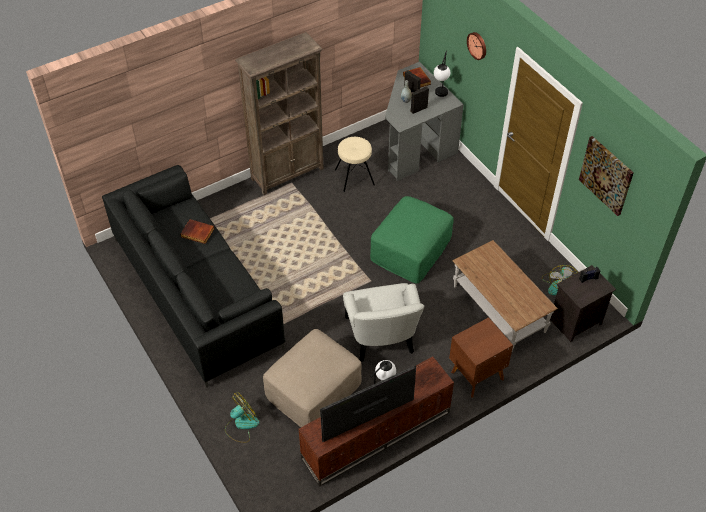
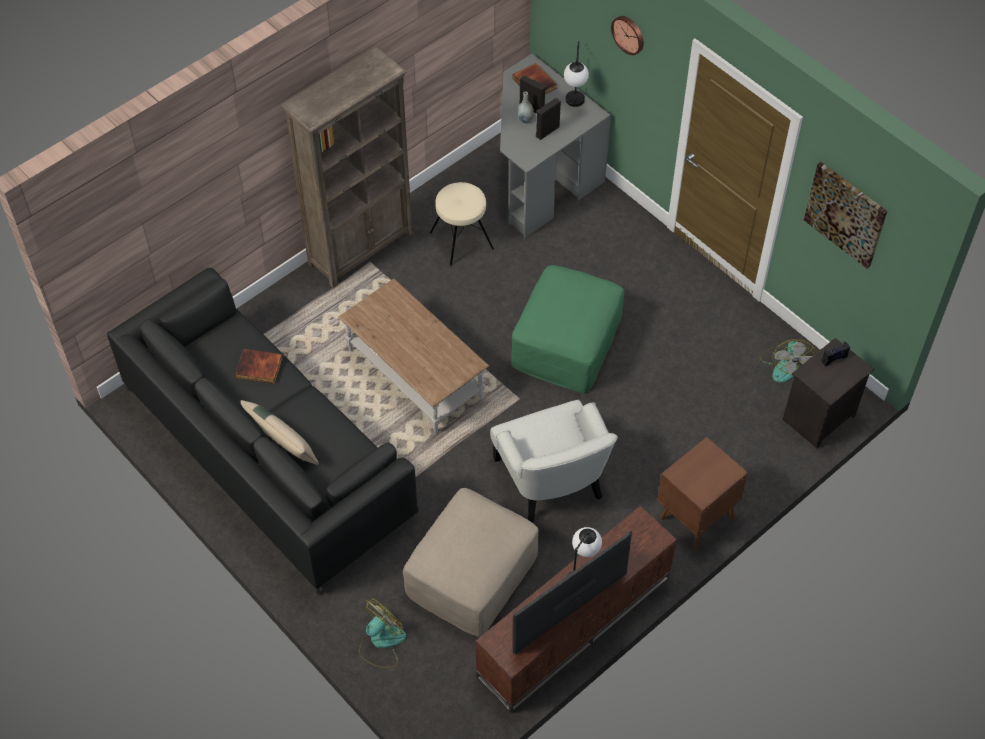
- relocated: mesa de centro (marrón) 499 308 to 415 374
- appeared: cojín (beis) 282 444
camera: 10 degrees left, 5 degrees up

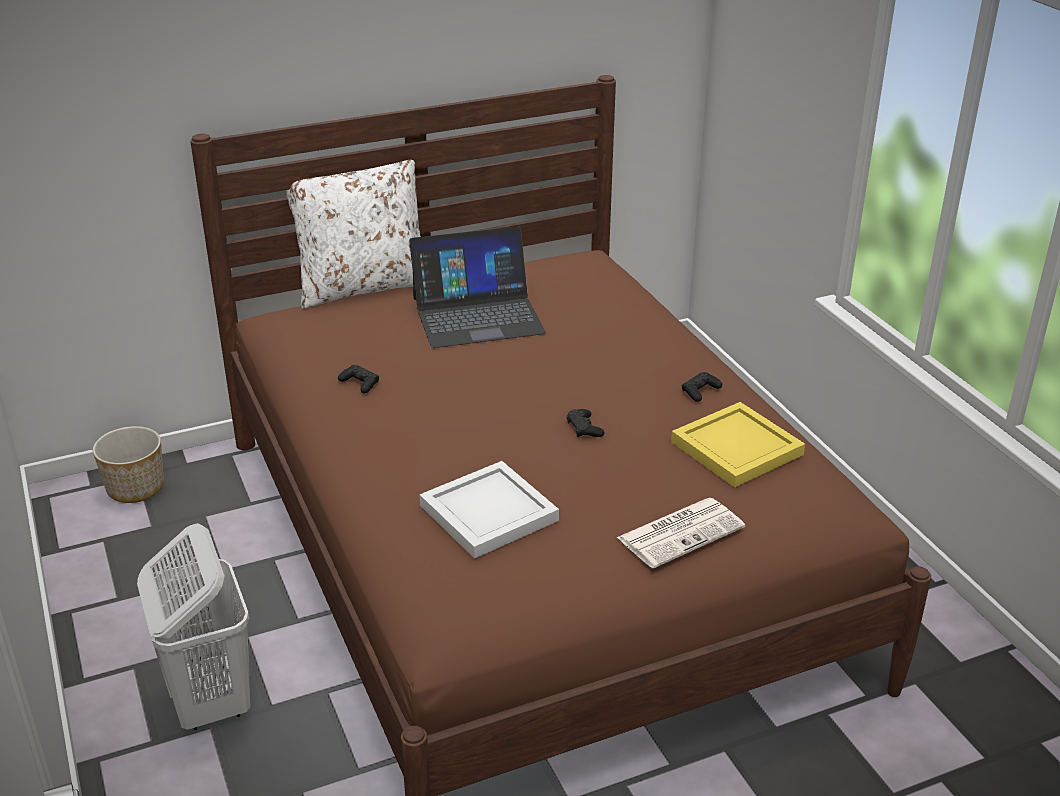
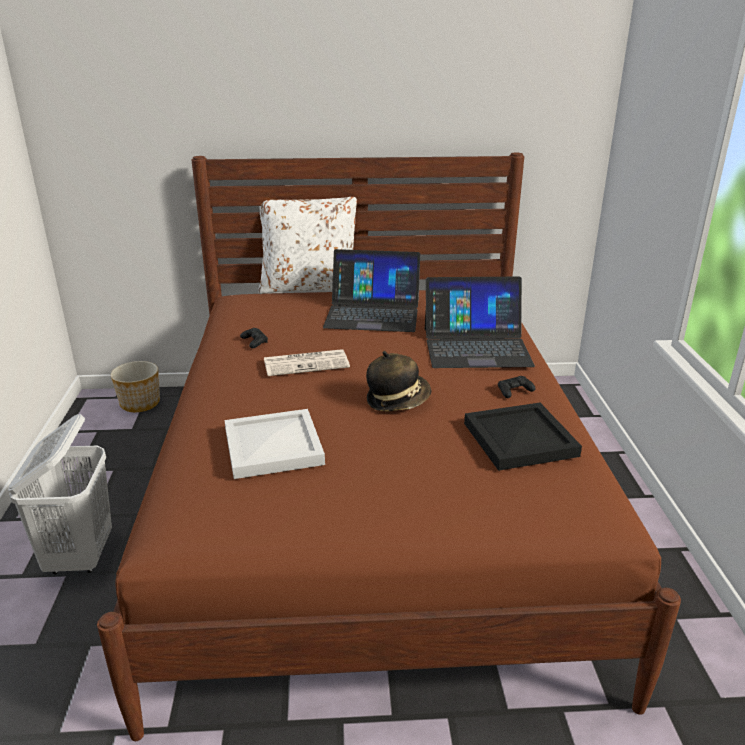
- exchanged: mando de consola (negro) 584 428 to sombrero 397 400
- relocated: periódico 681 532 to 307 363
- colour: bandeja (amarillo) 736 449 to bandeja (negro) 519 440
- appeared: portátil 476 346
camera: 20 degrees right, 5 degrees down

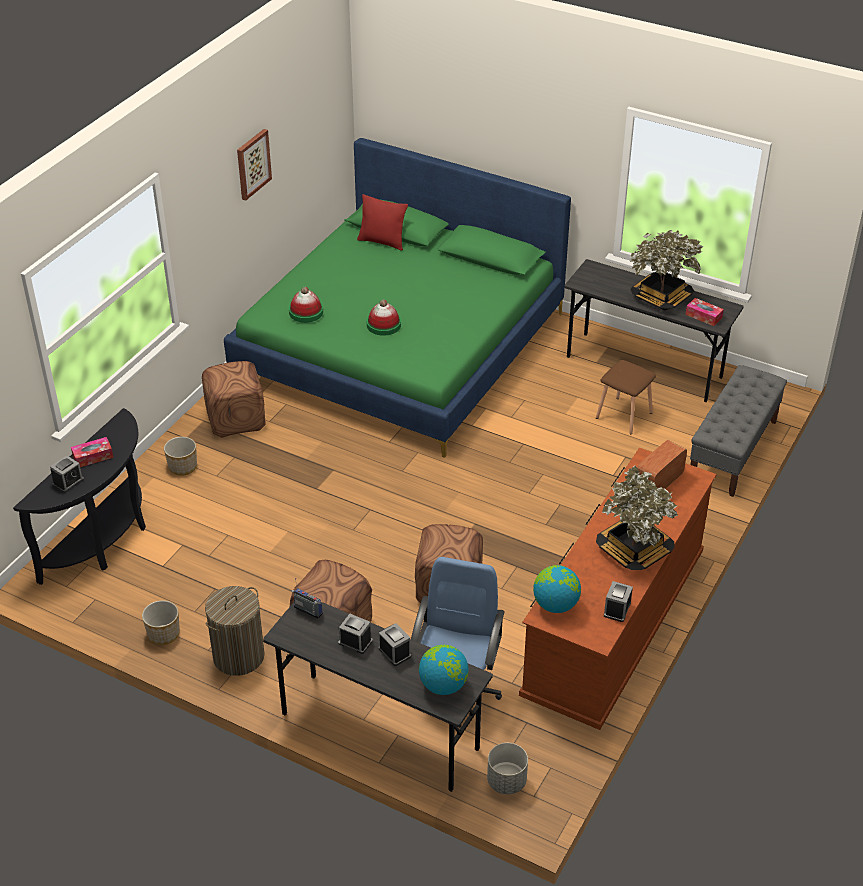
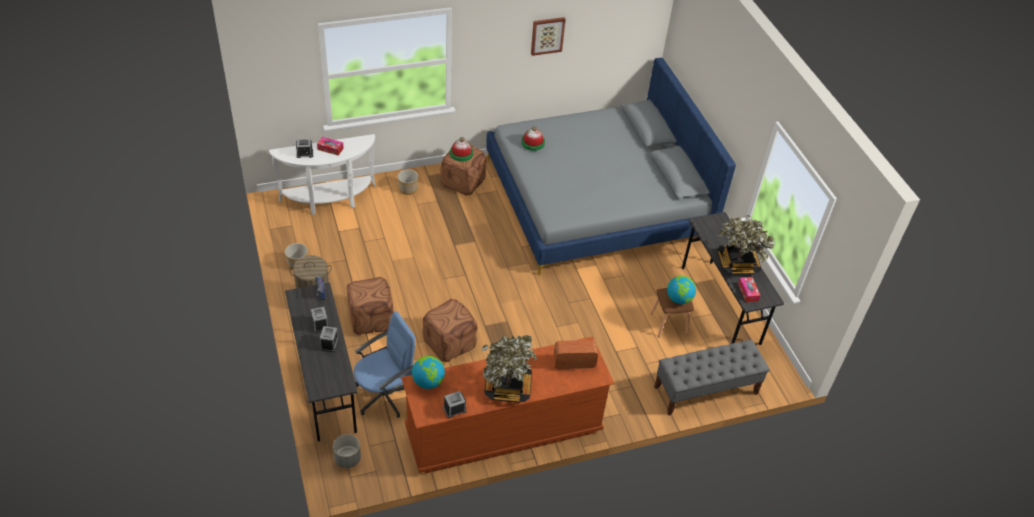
- colour: mesa consola (negro) 104 541 to mesa consola (blanco) 329 200
- colour: cama (verde) 401 346 to cama (gris) 596 199
- missing: cojín (rojo) 382 242
- relocated: sombrero 383 325 to 461 153
- relocated: globo terráqueo 443 685 to 679 299
camera: 40 degrees right, 5 degrees up

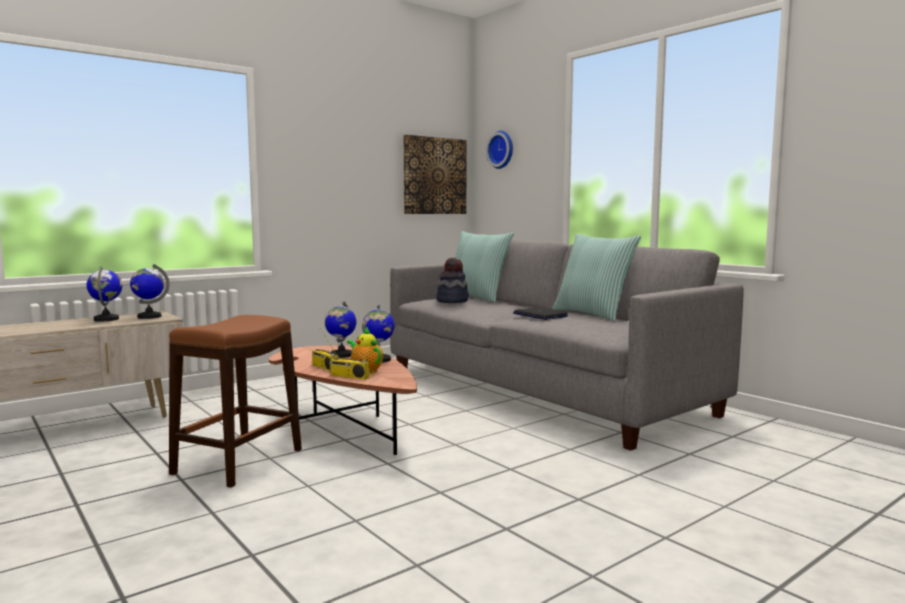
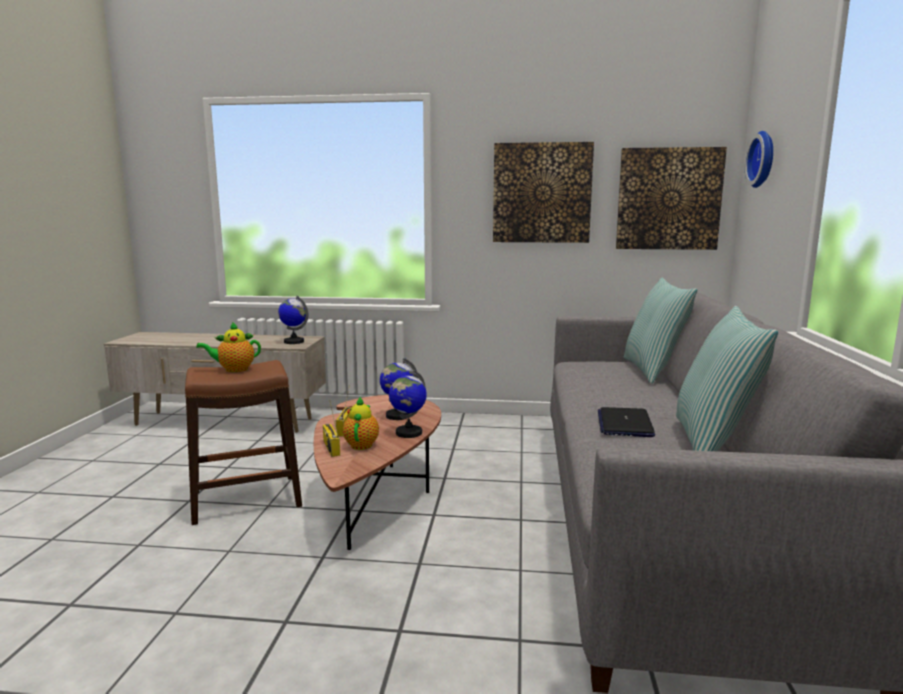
- missing: globo terráqueo 106 319
- missing: sombrero 452 301
- appeared: tetera 234 370
- appeared: cuadro 541 193
camera: 45 degrees right, 5 degrees up

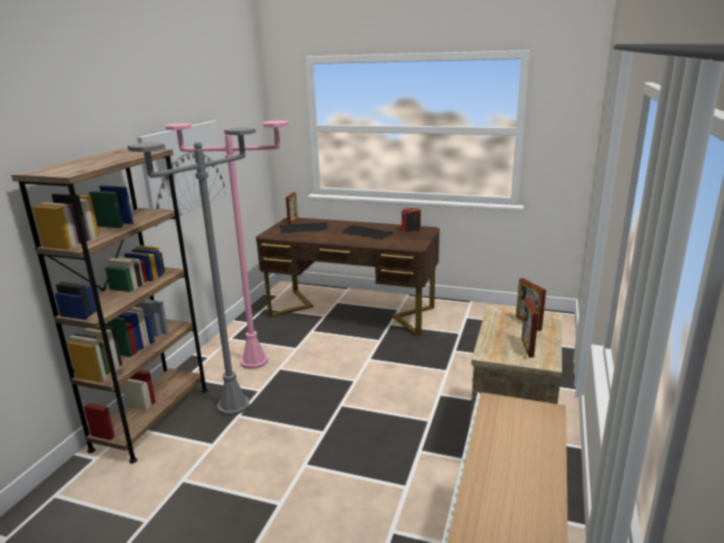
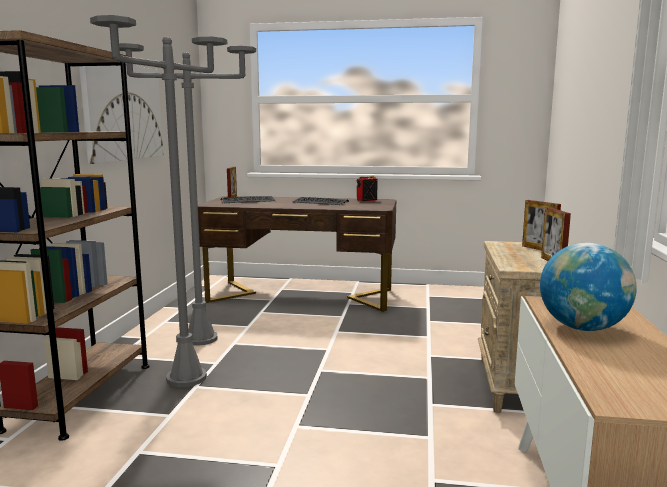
- colour: lámpara de pie (rosa) 254 361 to lámpara de pie (gris) 200 339
- appeared: globo terráqueo 582 328
camera: 10 degrees left, 10 degrees down

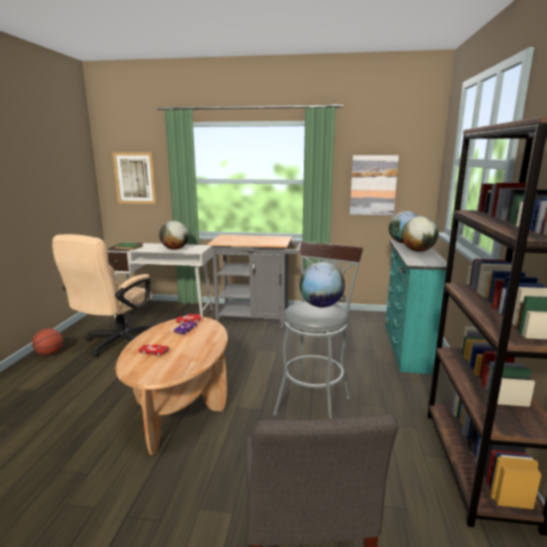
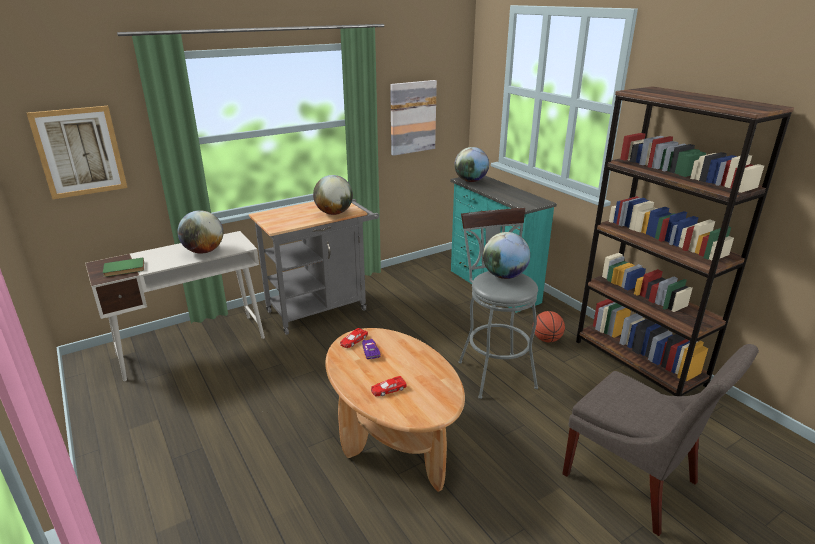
- relocated: balón de baloncesto 49 353 to 546 339
- missing: silla de oficina (beis) 116 343
- relocated: globo terráqueo 418 251 to 334 213
camera: 40 degrees left, 10 degrees up

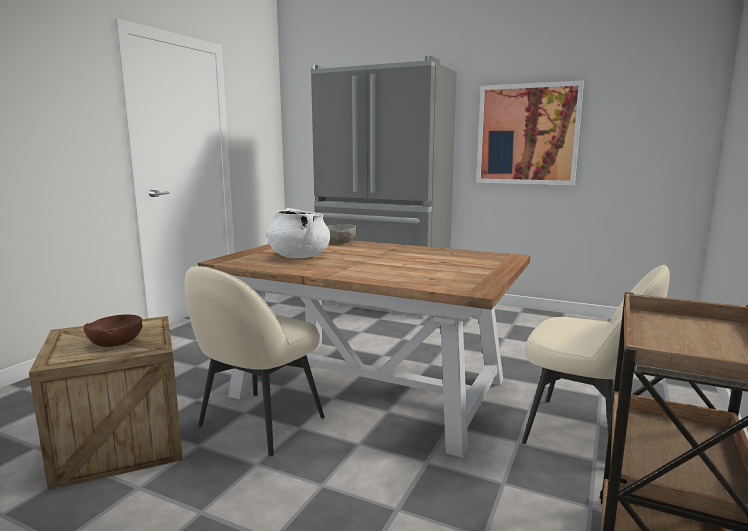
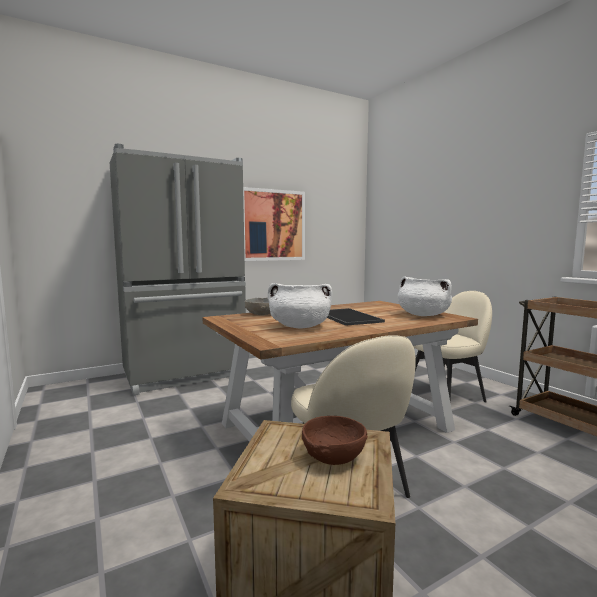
- appeared: bandeja 346 317
- appeared: olla (blanco) 422 315
camera: 55 degrees left, 5 degrees down

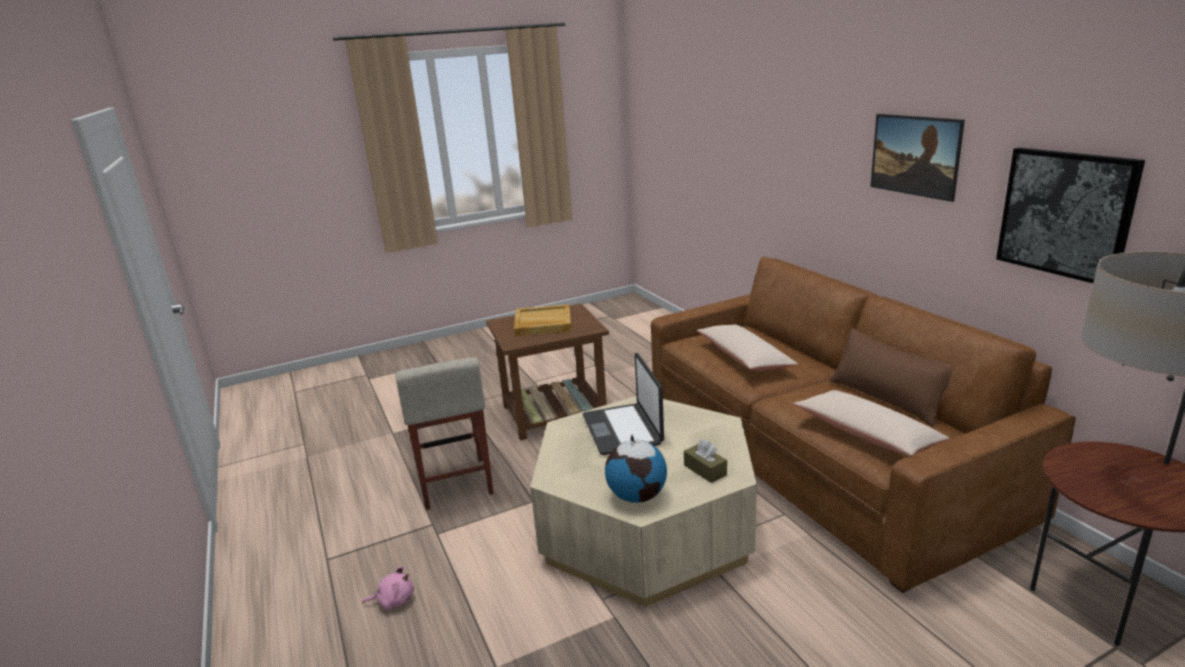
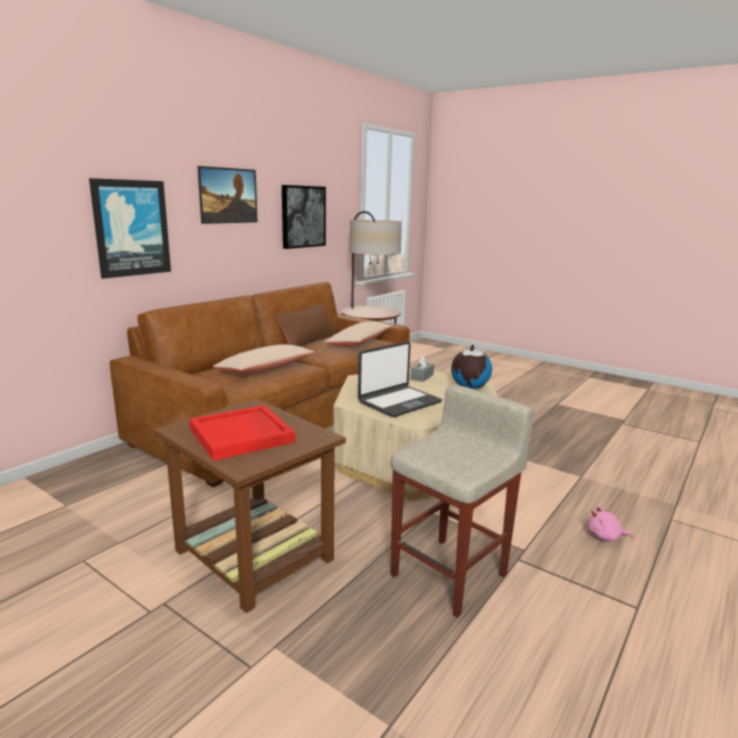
- spun: peluche (rosa) 394 600 = 605 537 45 degrees counterclockwise
- colour: bandeja (beis) 542 323 to bandeja (rojo) 242 435
- colour: caja de pañuelos (marrón) 705 470 to caja de pañuelos (gris) 422 377
- appeared: cuadro 131 228
camera: 120 degrees left, 5 degrees down

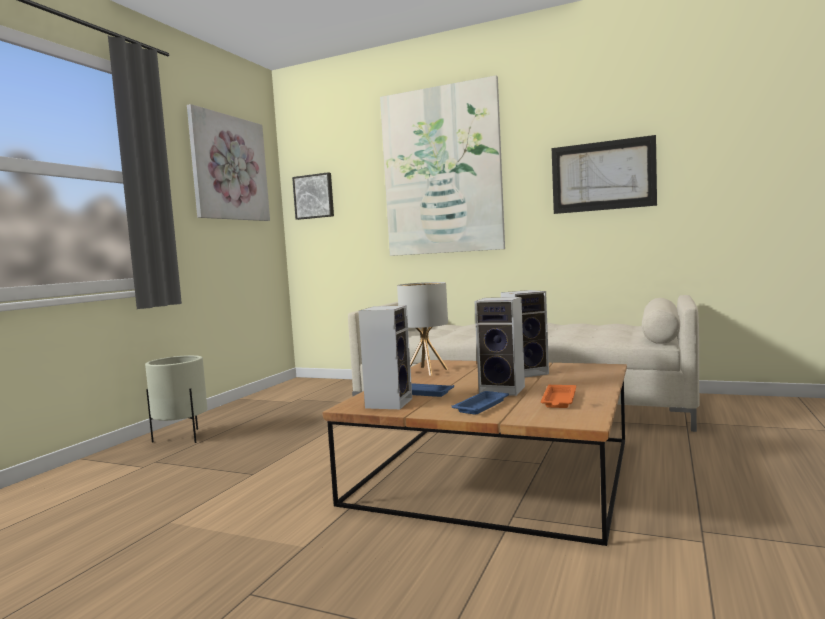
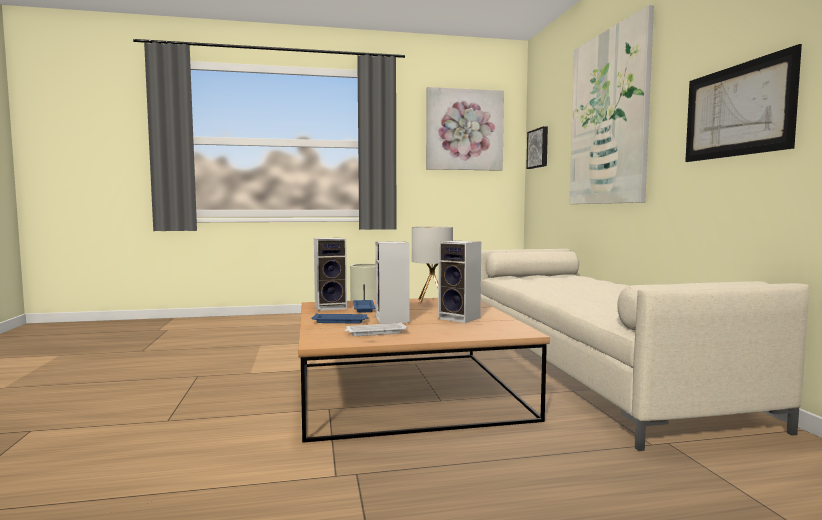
- colour: bandeja (naranja) 559 400 to bandeja (blanco) 375 333
camera: 55 degrees right, 0 degrees up

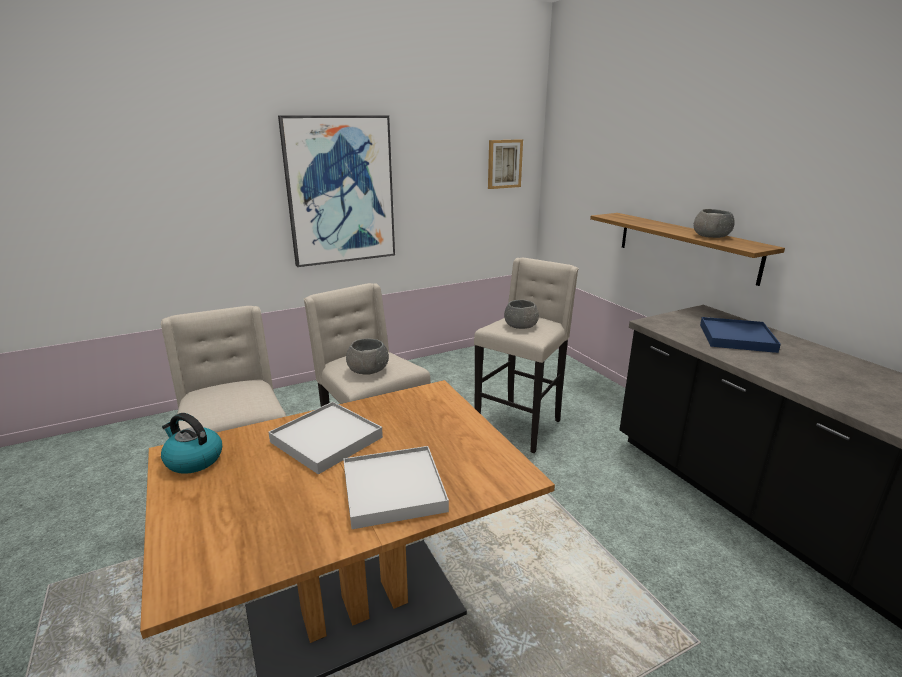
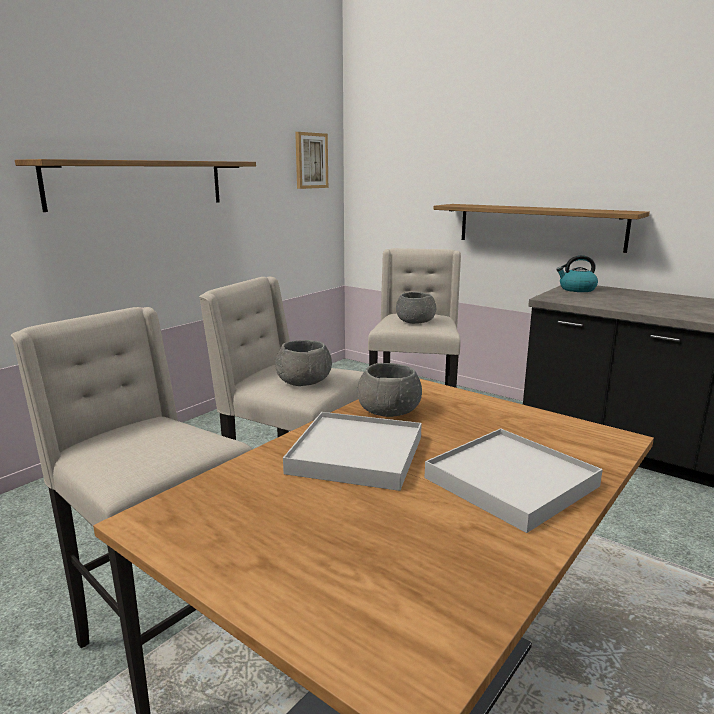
- relocated: hervidor 193 460 to 576 289
- exchanged: cuadro 340 191 to estante 139 184
- relocated: cuenco (gris) 711 236 to 388 411
- missing: bandeja (azul) 736 338
camera: 25 degrees left, 5 degrees down

